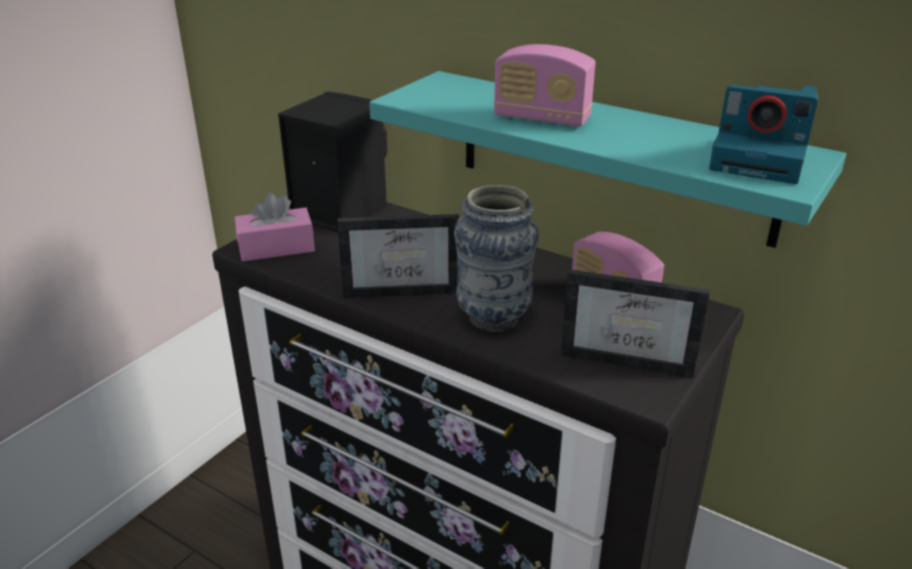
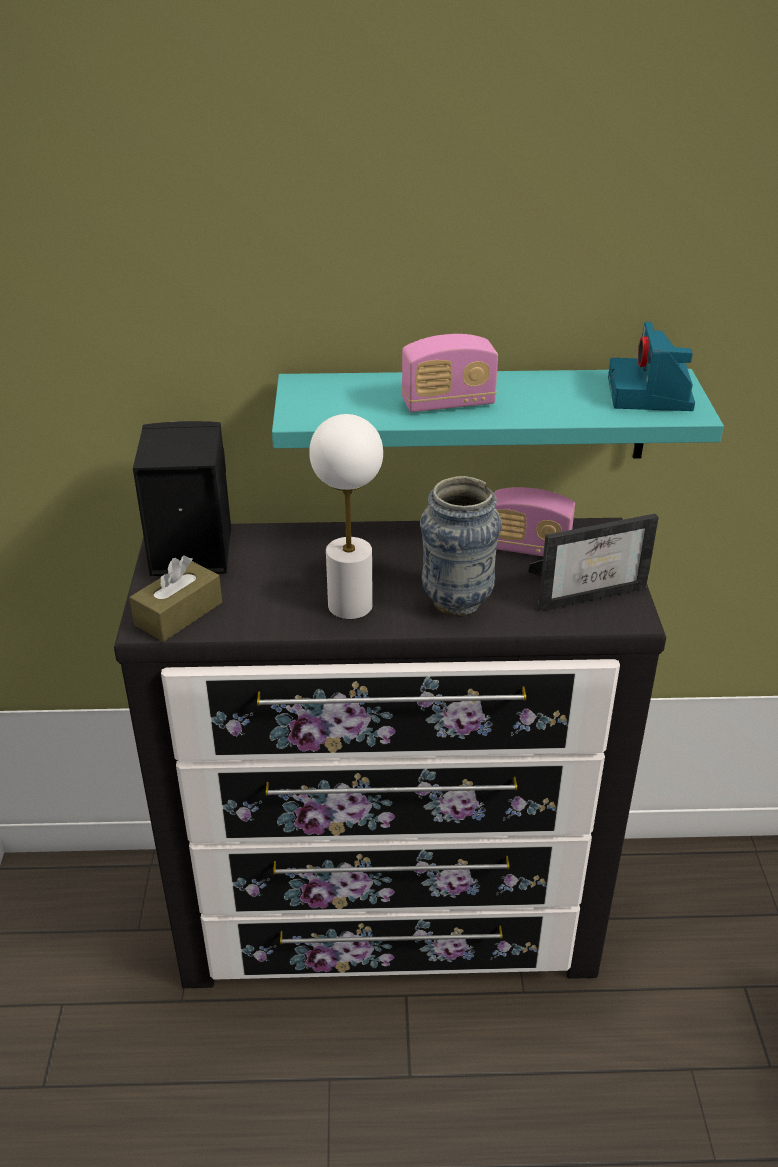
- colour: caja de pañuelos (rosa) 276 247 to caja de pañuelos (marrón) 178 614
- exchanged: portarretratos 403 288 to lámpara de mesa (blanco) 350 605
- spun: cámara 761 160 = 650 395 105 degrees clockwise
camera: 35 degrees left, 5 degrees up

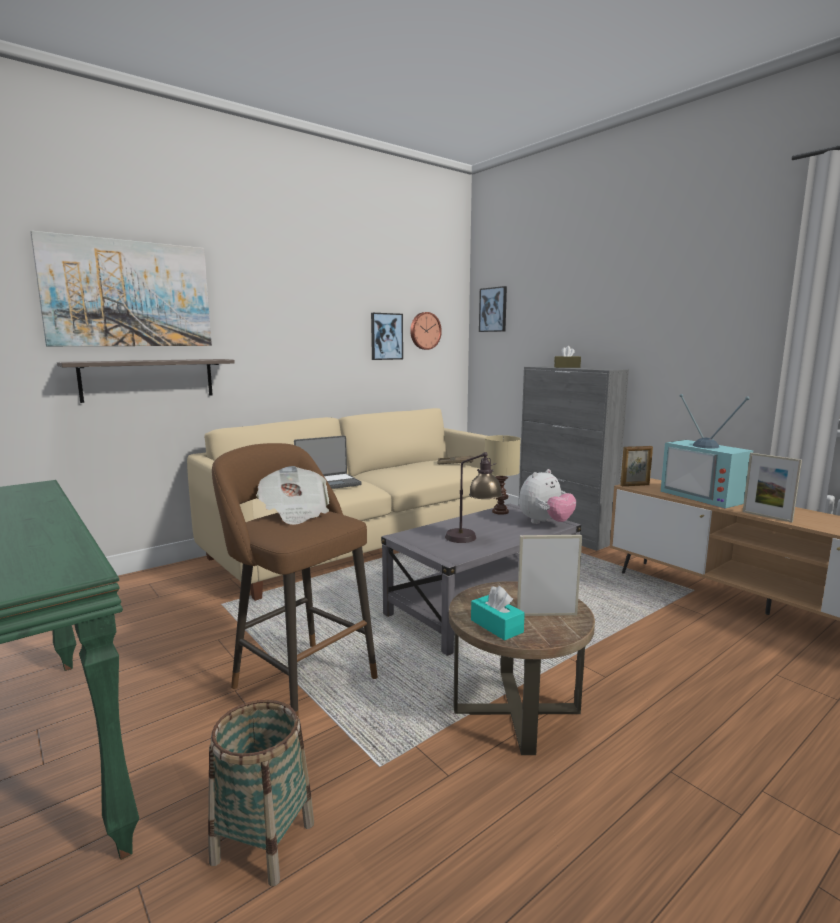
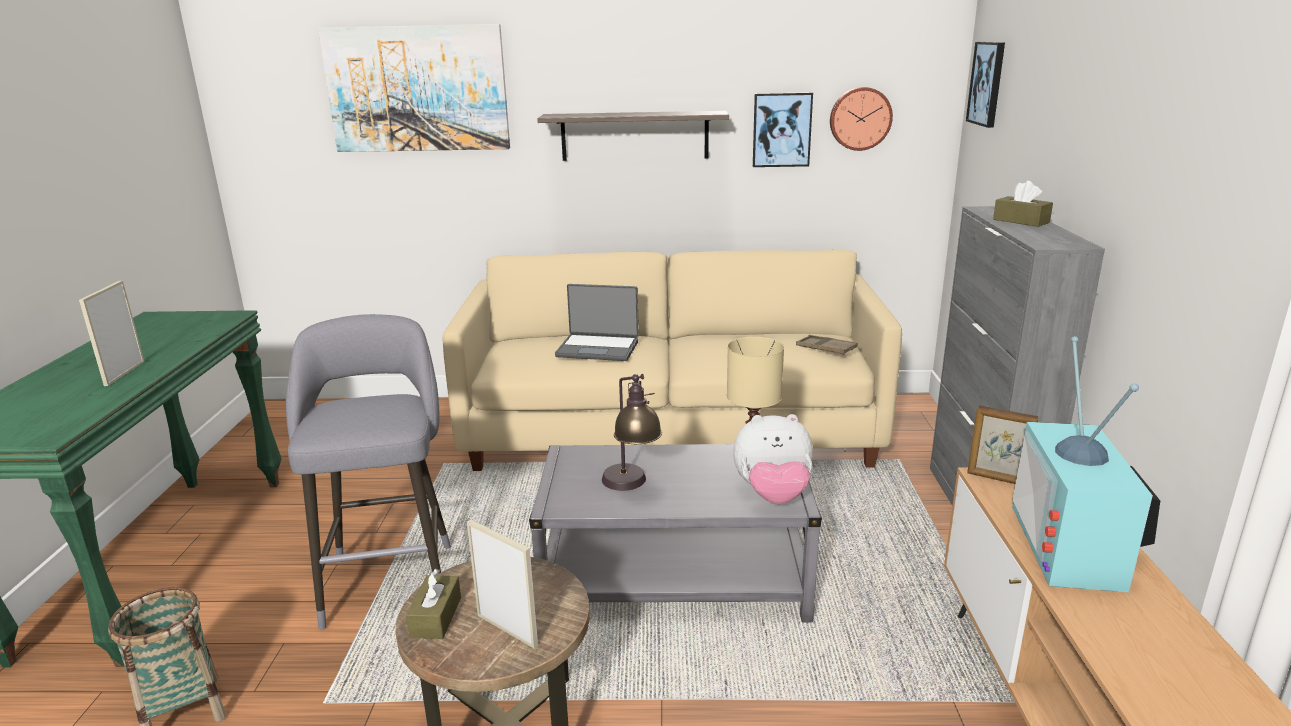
- relocated: estante 148 379 to 634 136
- colour: taburete (marrón) 299 679 to taburete (gris) 390 579
- missing: periódico 294 513
- colour: caja de pañuelos (turquesa) 496 626 to caja de pañuelos (marrón) 436 617
- relocated: portarretratos 767 516 to 124 373
camera: 40 degrees right, 10 degrees up

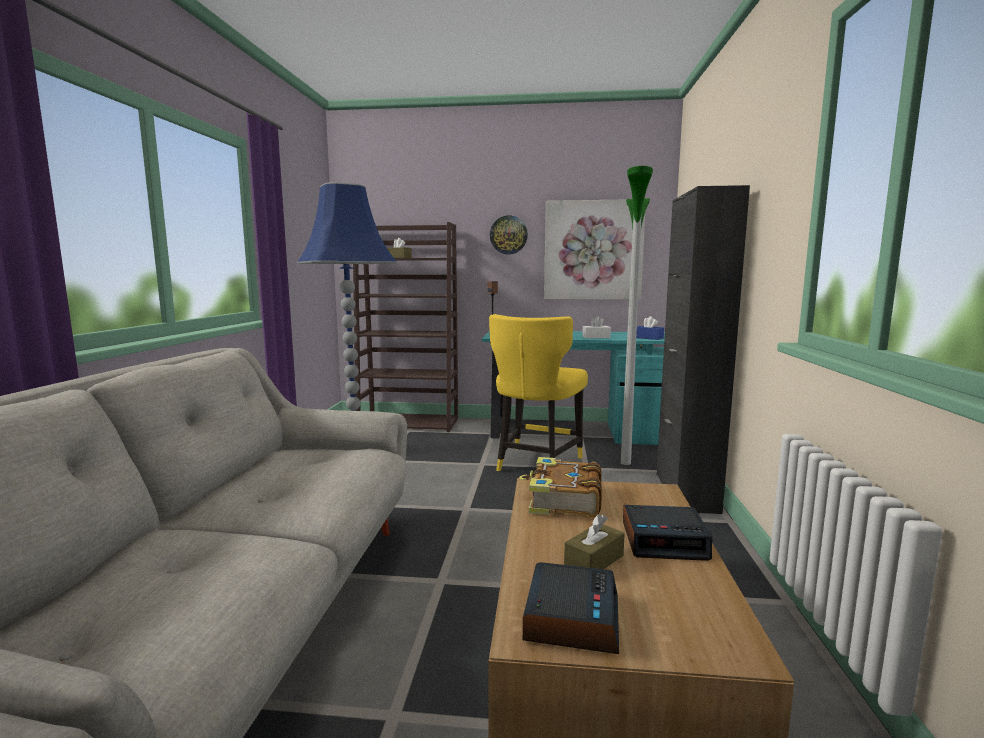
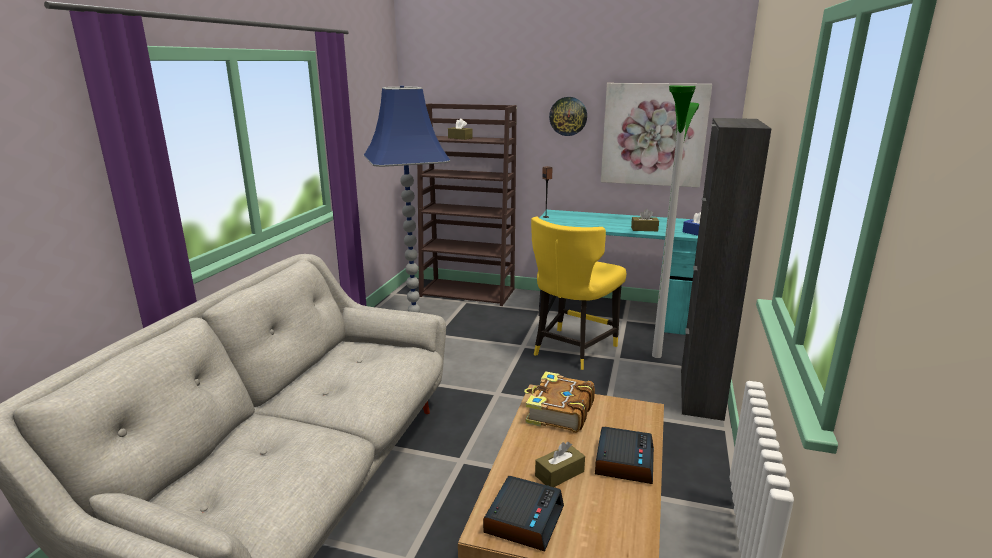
- colour: caja de pañuelos (blanco) 596 337 to caja de pañuelos (marrón) 644 229
- spun: despertador 664 541 = 623 461 90 degrees counterclockwise
camera: 10 degrees right, 10 degrees up

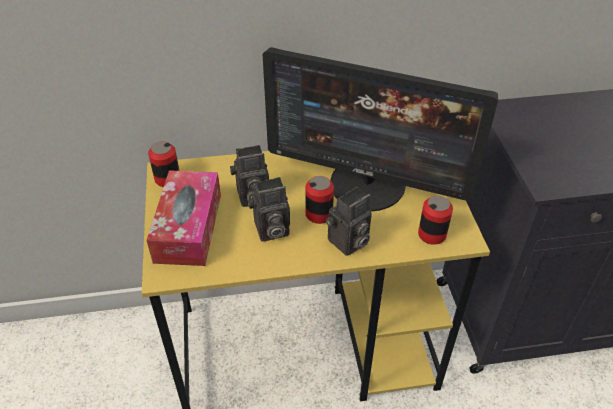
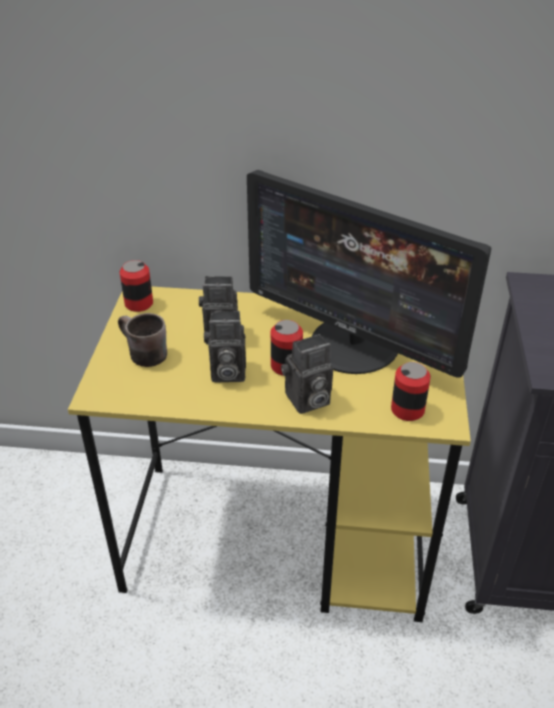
- exchanged: caja de pañuelos 188 227 to taza grande (marrón) 141 354
camera: 15 degrees right, 5 degrees down

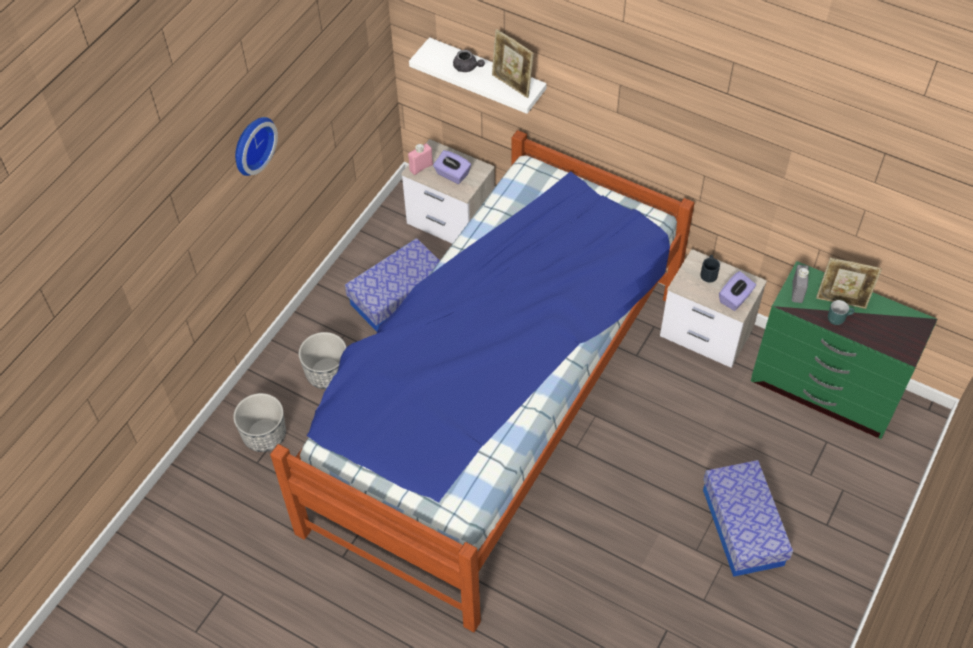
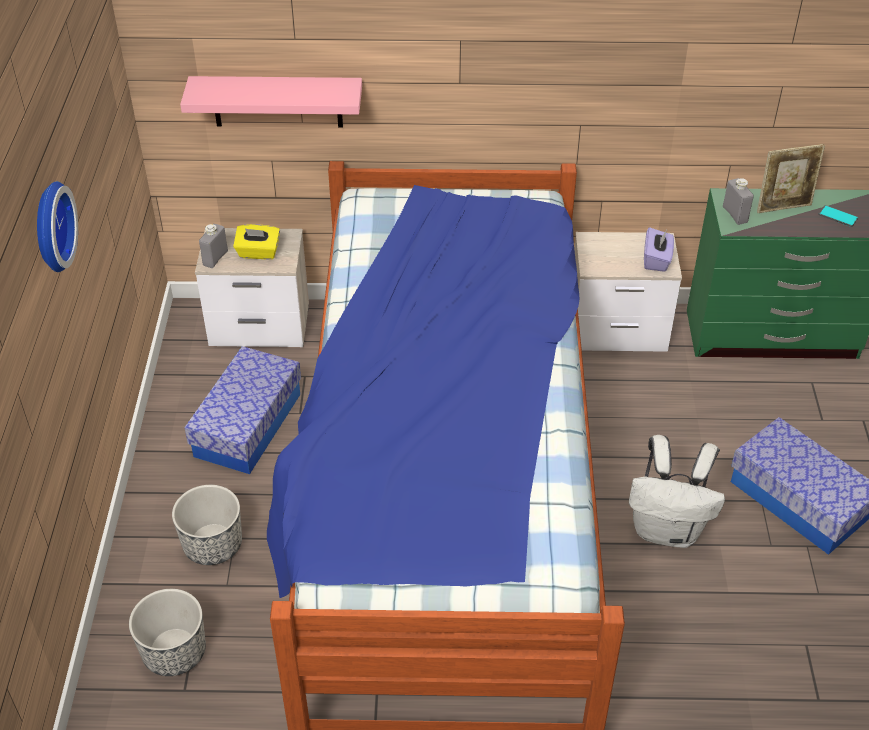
- colour: botella (rosa) 421 167 to botella (gris) 215 258
- colour: estante (blanco) 487 76 to estante (rosa) 277 101
- colour: caja de pañuelos (morado) 452 174 to caja de pañuelos (amarillo) 258 253
- missing: tetera (gris) 467 68
- missing: portarretratos 512 85
- missing: taza grande (negro) 709 272
- missing: taza grande (turquesa) 838 317
- appeared: mochila (blanco) 667 530
- appeared: móvil 838 216
camera: 30 degrees left, 10 degrees down

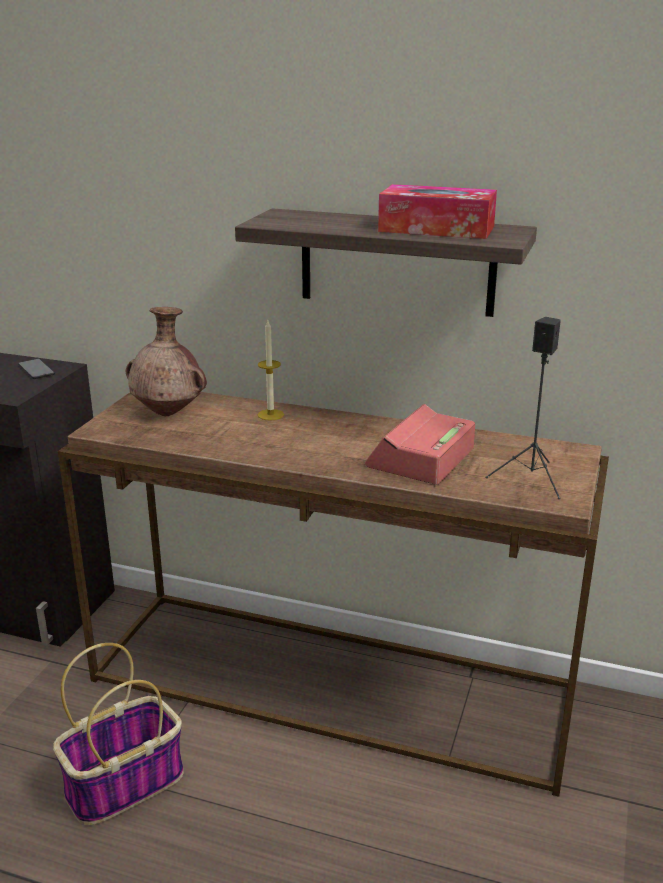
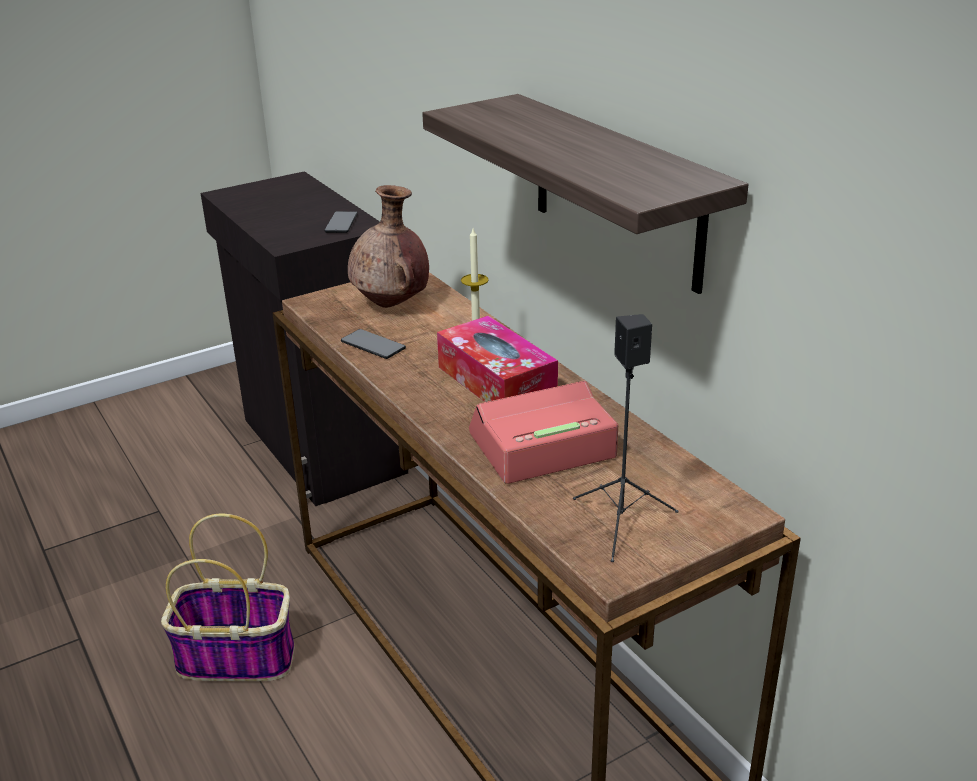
- relocated: caja de pañuelos 436 229 to 496 381
- appeared: móvil 373 345
camera: 40 degrees right, 5 degrees up

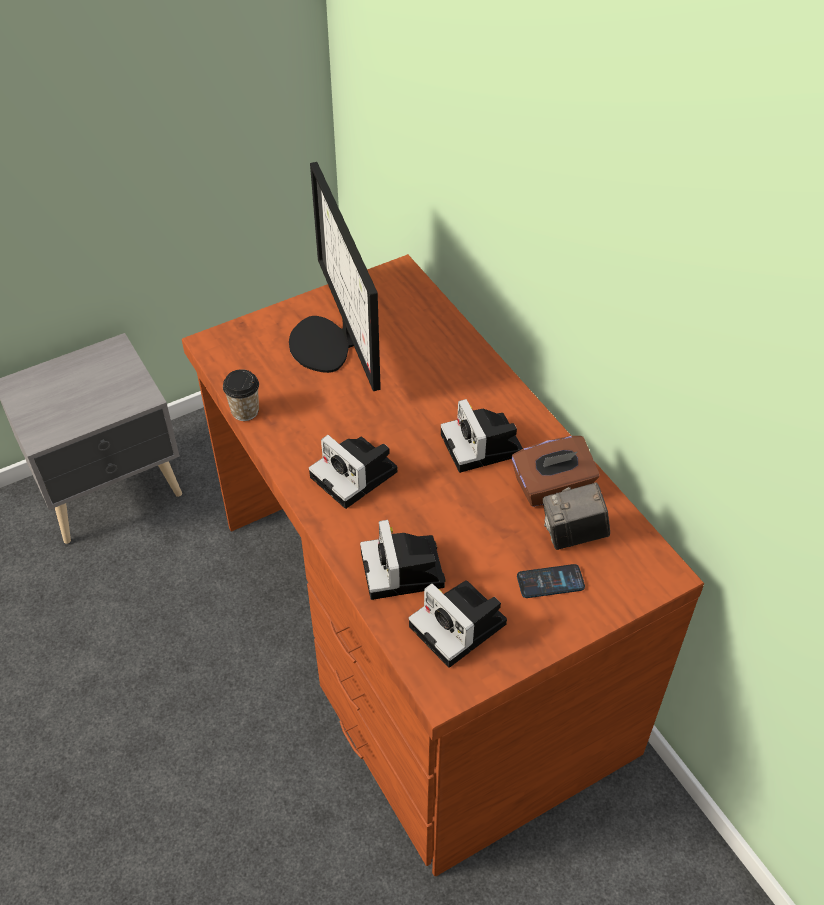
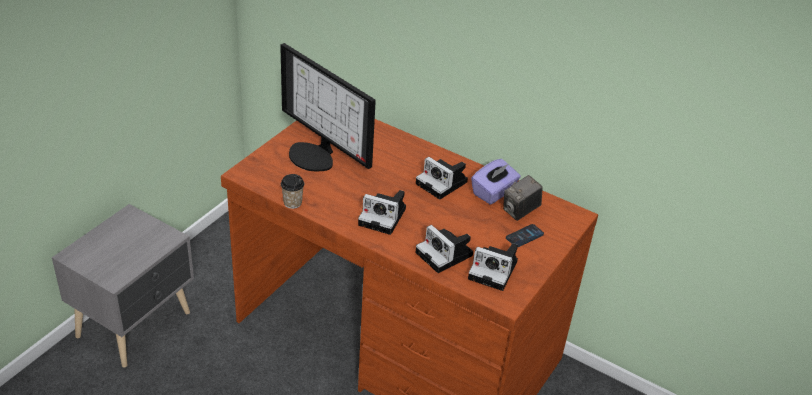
- colour: caja de pañuelos (marrón) 552 487 to caja de pañuelos (morado) 494 193
camera: 30 degrees left, 10 degrees down

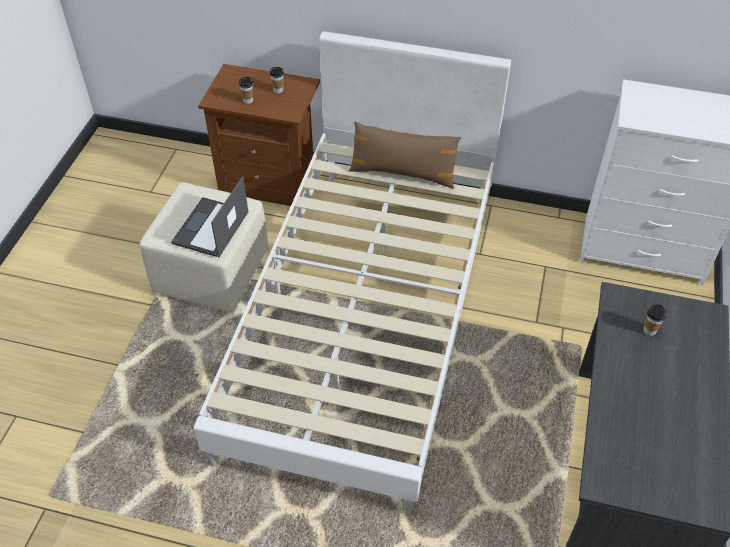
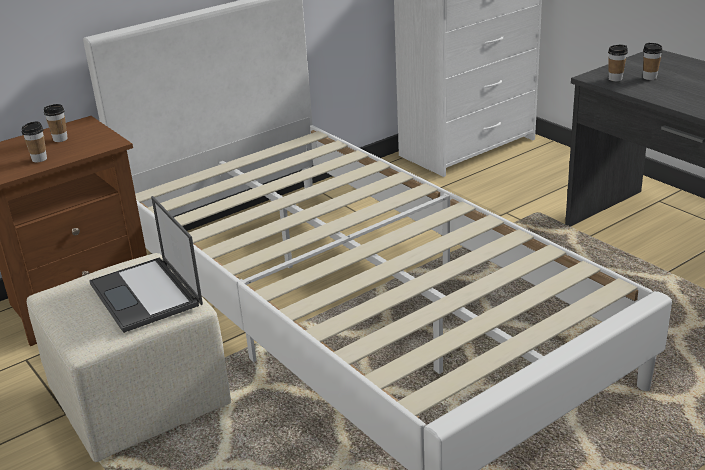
- missing: cojín (marrón) 403 173
- appeared: taza 615 79
camera: 50 degrees left, 20 degrees down

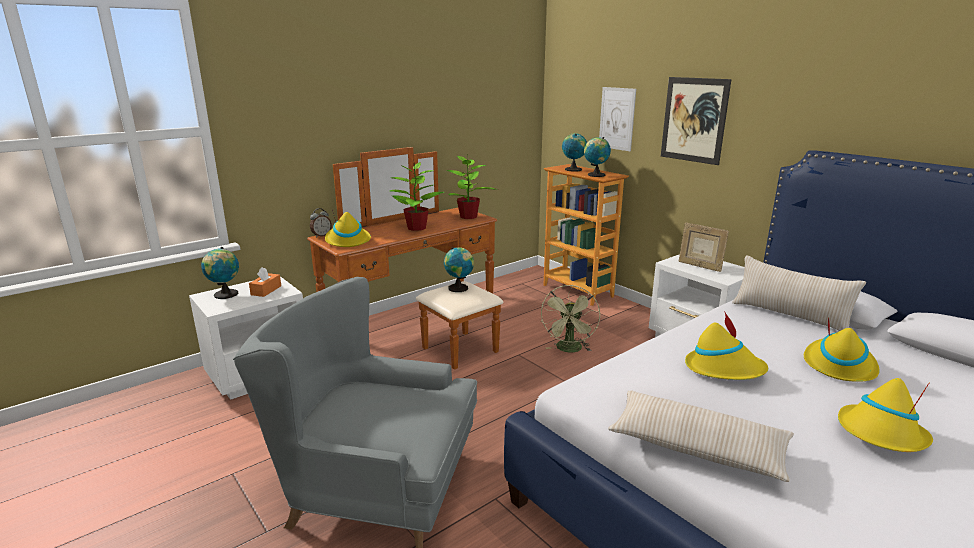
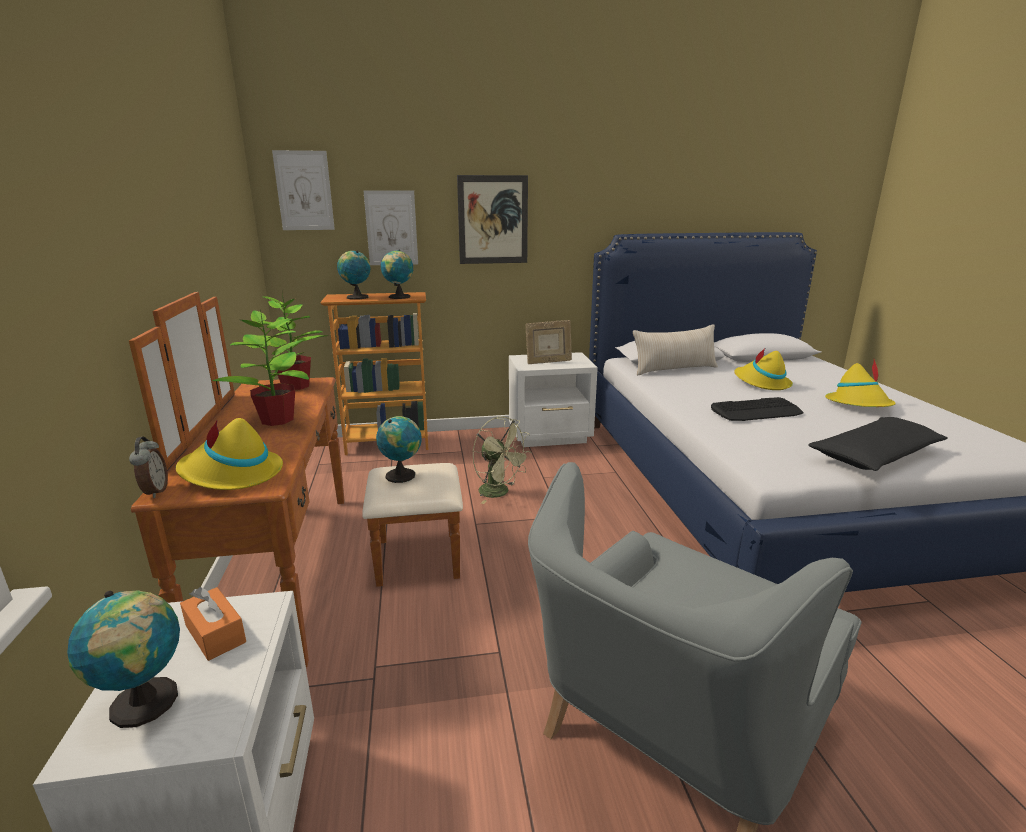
- colour: cojín (beis) 697 447 to cojín (negro) 875 456
- exchanged: sombrero (amarillo) 724 369 to teclado 756 411
- appeared: cuadro 304 191
camera: 60 degrees left, 0 degrees up

